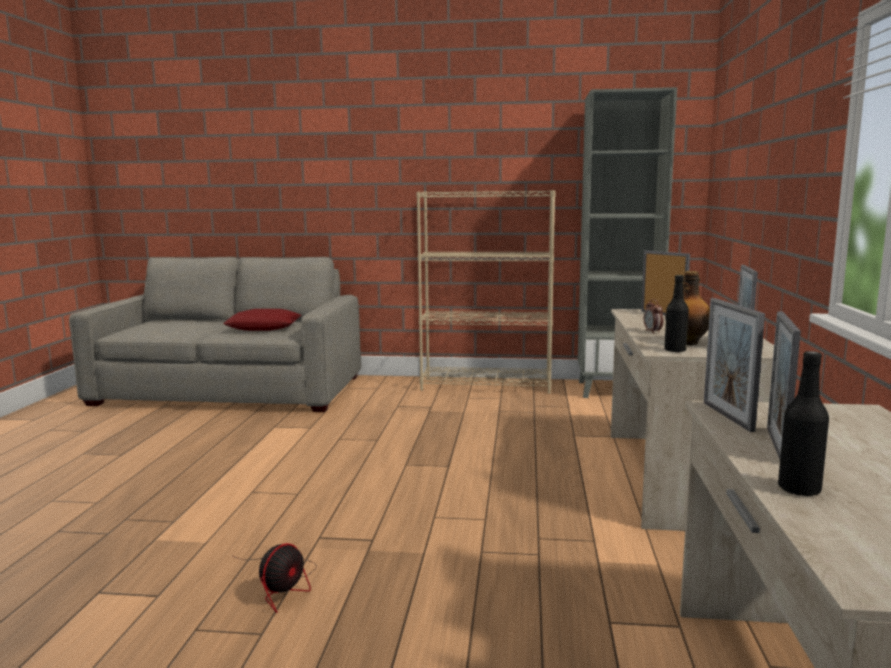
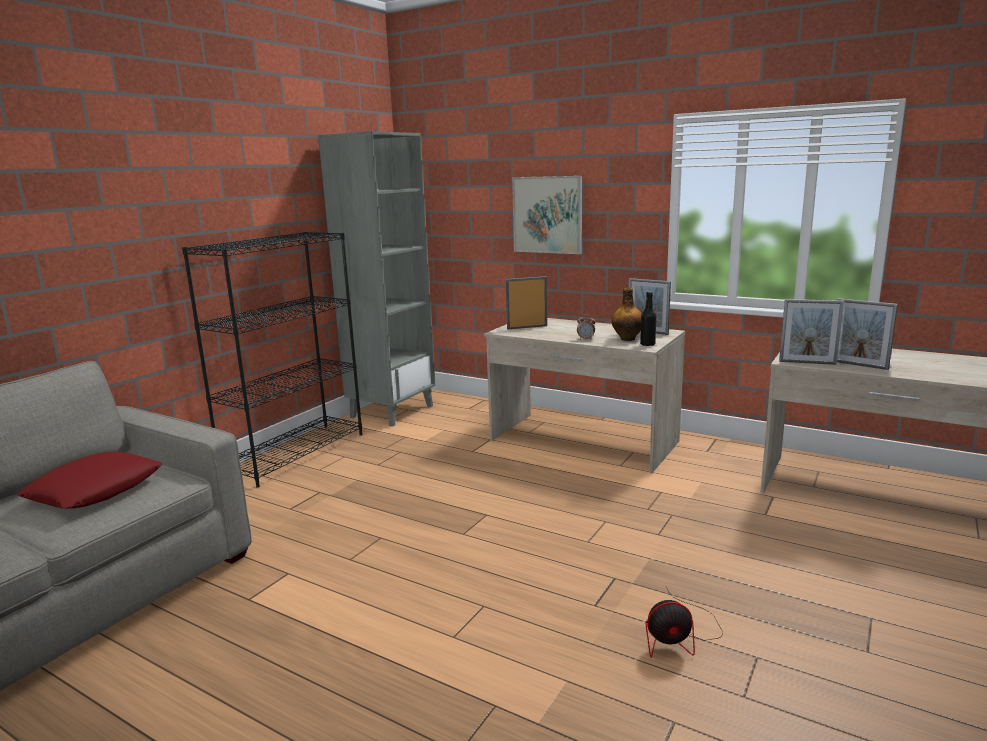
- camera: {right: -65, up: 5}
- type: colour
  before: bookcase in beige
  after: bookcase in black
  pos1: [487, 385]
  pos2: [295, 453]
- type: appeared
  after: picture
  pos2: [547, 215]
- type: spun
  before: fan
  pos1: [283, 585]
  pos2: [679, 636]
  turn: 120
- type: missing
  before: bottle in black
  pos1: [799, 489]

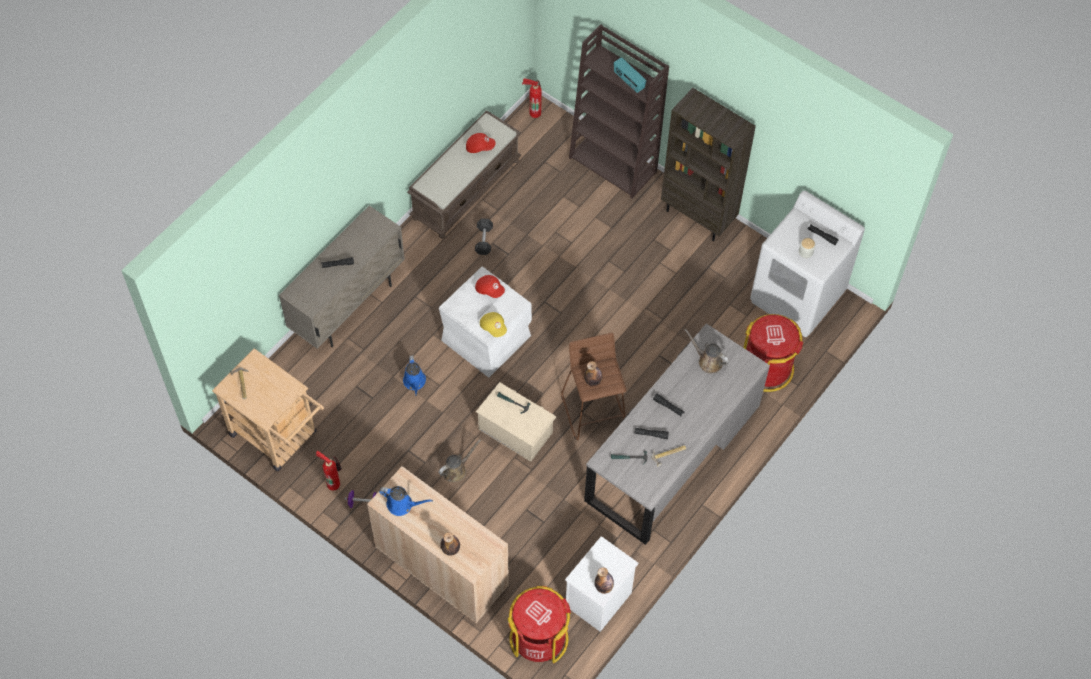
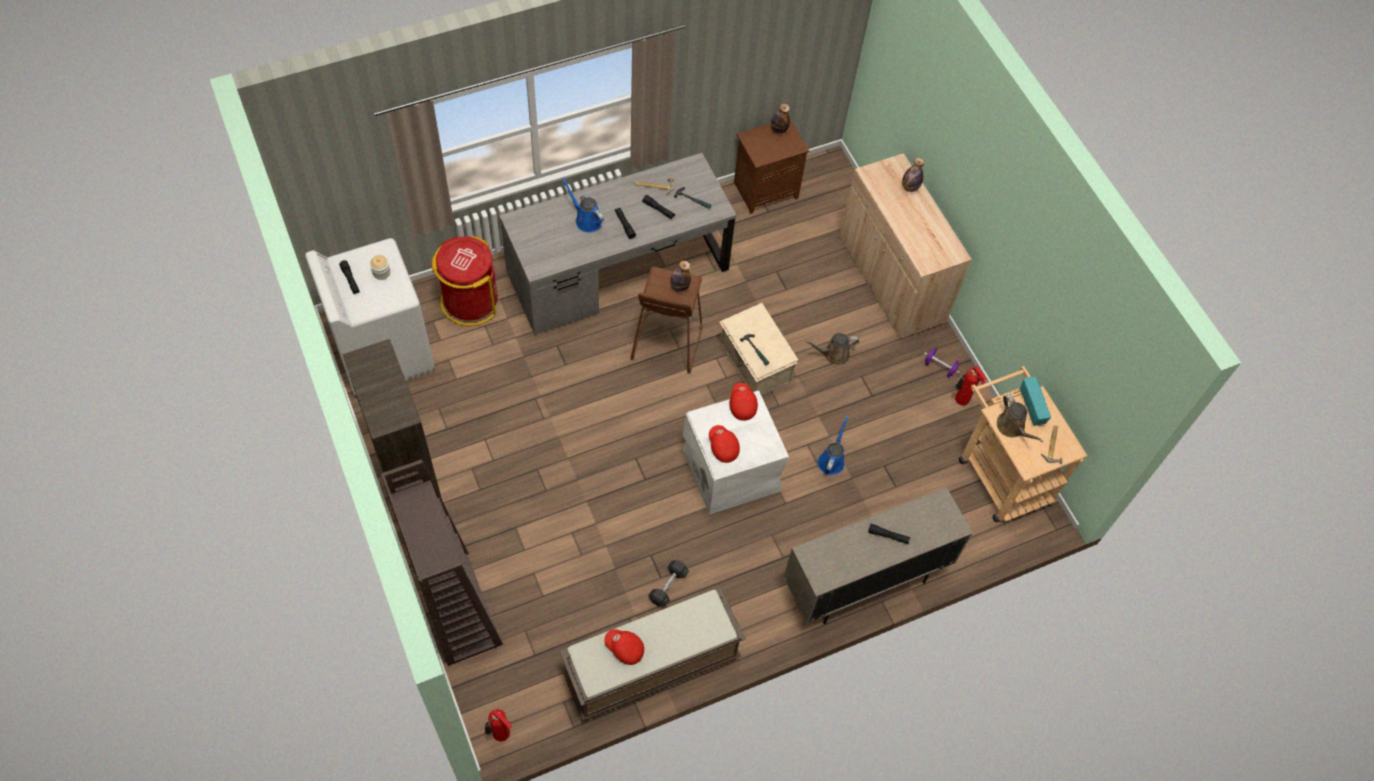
- camera: {right: -155, up: 0}
- type: relocated
  before: watering can in blue
  pos1: [402, 505]
  pos2: [586, 219]
- type: colour
  before: cap in yellow
  after: cap in red
  pos1: [493, 327]
  pos2: [741, 405]
- type: colour
  before: nightstand in white
  after: nightstand in brown
  pos1: [599, 601]
  pos2: [766, 189]
- type: relocated
  before: watering can in brown
  pos1: [708, 361]
  pos2: [1012, 427]
- type: relocated
  before: radio
  pos1: [628, 81]
  pos2: [1032, 407]
- type: missing
  before: trash can in red
  pos1: [539, 638]

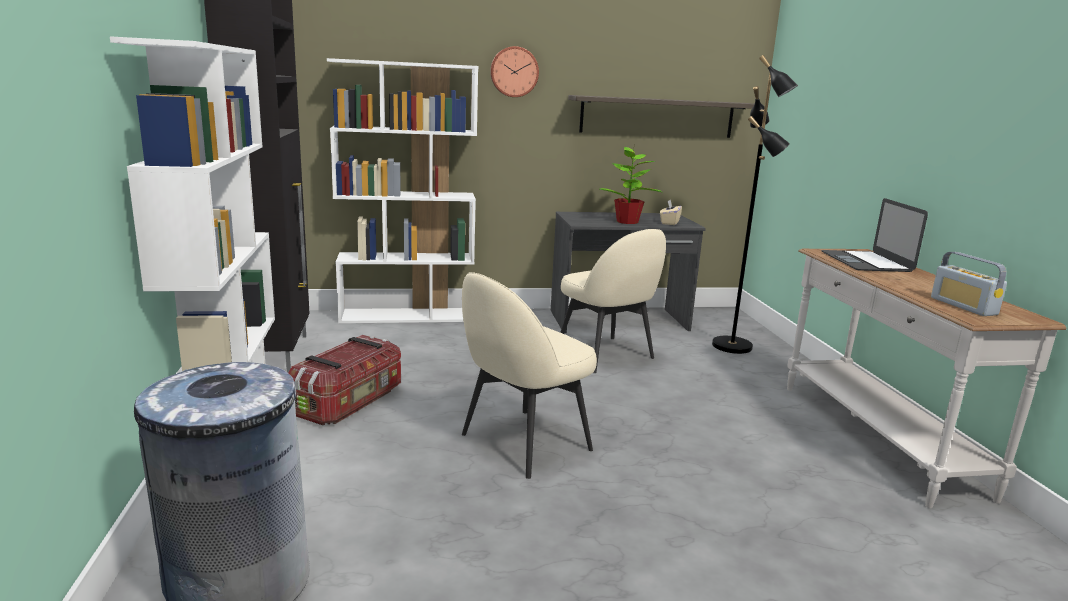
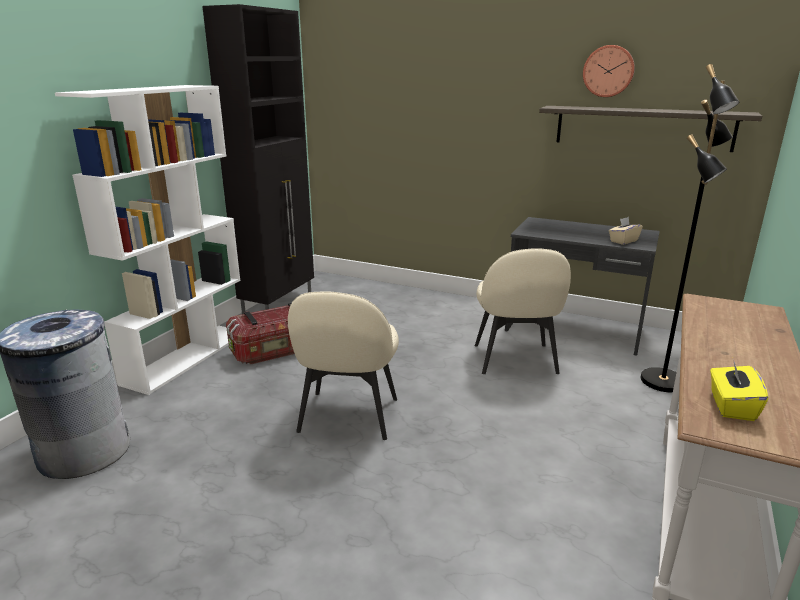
- camera: {right: 35, up: 5}
- type: spun
  before: chair in beige
  pos1: [522, 443]
  pos2: [348, 417]
  turn: -75
- type: relocated
  before: wall clock
  pos1: [514, 72]
  pos2: [608, 71]
- type: exchanged
  before: radio
  after: tissue box in yellow
  pos1: [963, 306]
  pos2: [731, 406]
- type: missing
  before: bookcase in white
  pos1: [407, 316]
- type: missing
  before: potted plant
  pos1: [627, 222]
- type: missing
  before: laptop
  pos1: [866, 261]

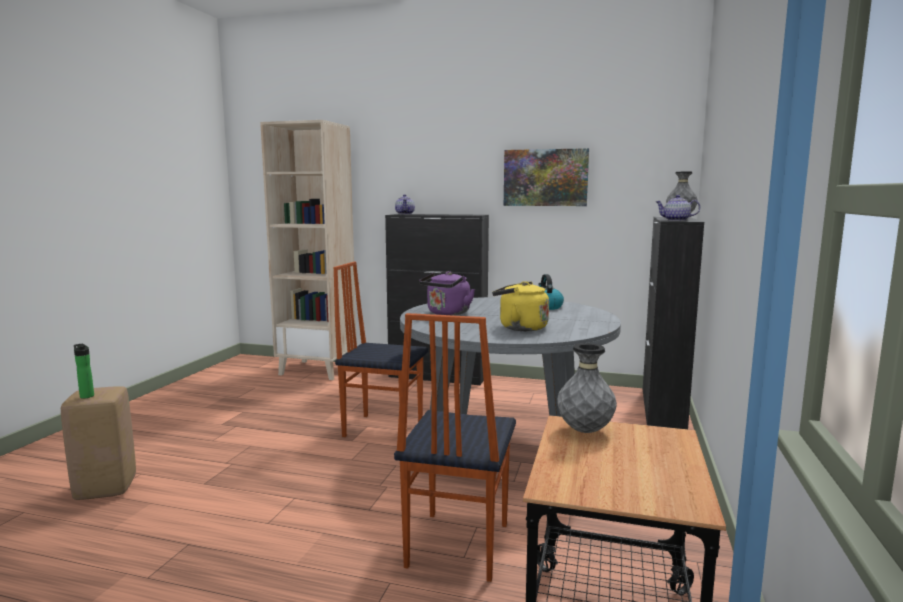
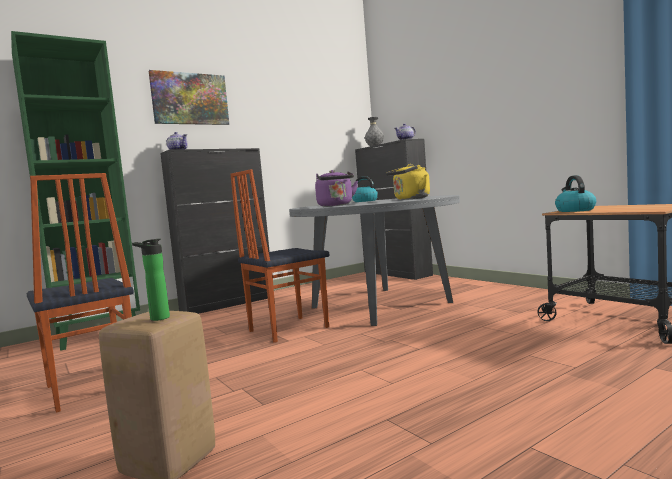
- camera: {right: -50, up: -5}
- type: colour
  before: bookcase in beige
  after: bookcase in green
  pos1: [318, 370]
  pos2: [98, 335]
- type: relocated
  before: chair
  pos1: [456, 545]
  pos2: [90, 388]
- type: relocated
  before: picture
  pos1: [545, 177]
  pos2: [190, 99]
- type: exchanged
  before: vase in grey
  after: kettle
  pos1: [585, 431]
  pos2: [574, 210]

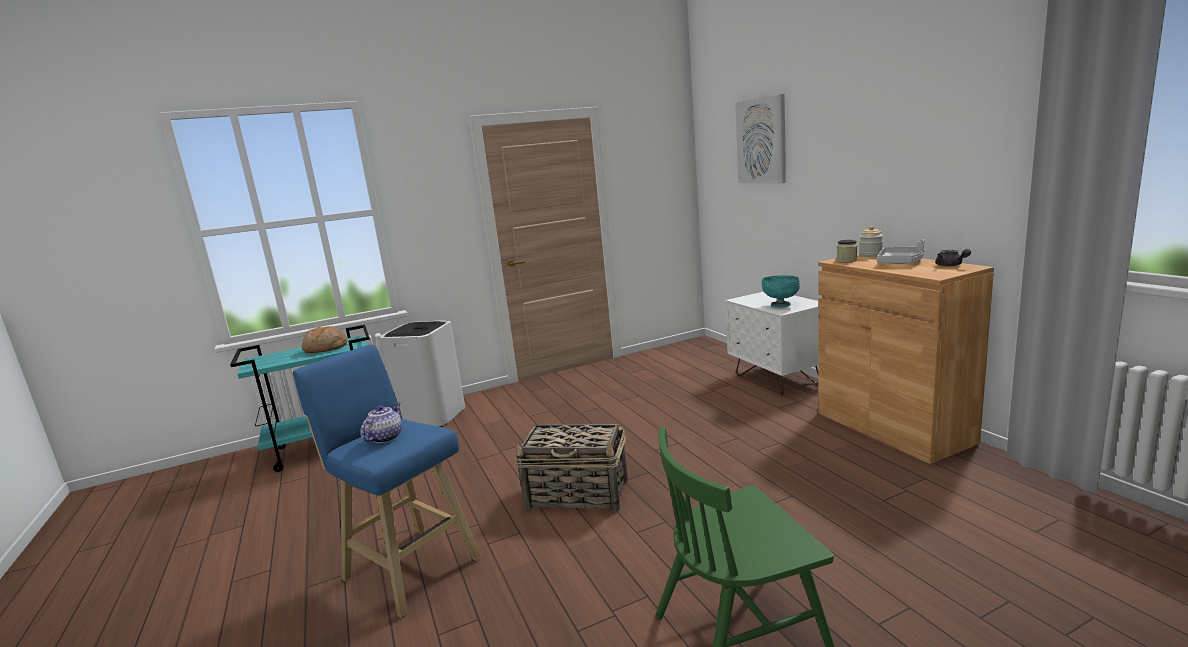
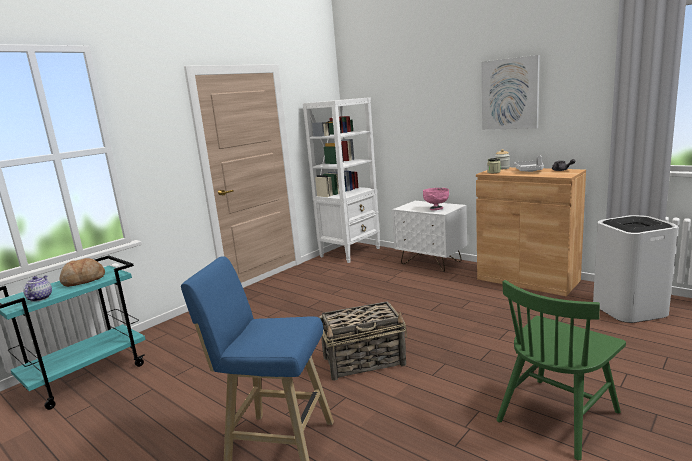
- camera: {right: -25, up: 0}
- type: relocated
  before: teapot
  pos1: [385, 437]
  pos2: [40, 298]
- type: appeared
  after: bookcase in white
  pos2: [350, 252]
- type: colour
  before: bowl in turquoise
  after: bowl in pink
  pos1: [781, 305]
  pos2: [436, 209]
- type: relocated
  before: picture
  pos1: [761, 141]
  pos2: [510, 94]
- type: relocated
  before: trash can in white
  pos1: [433, 415]
  pos2: [629, 309]

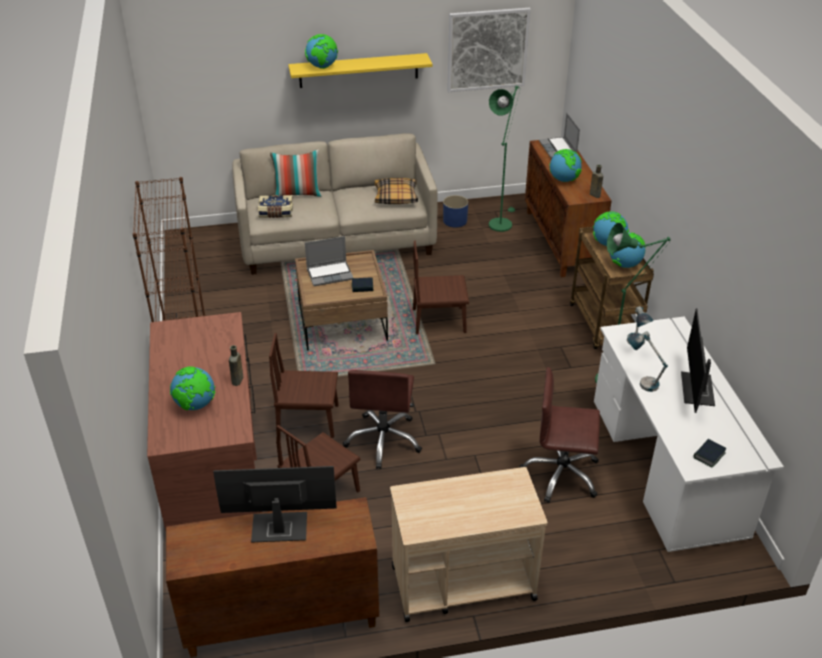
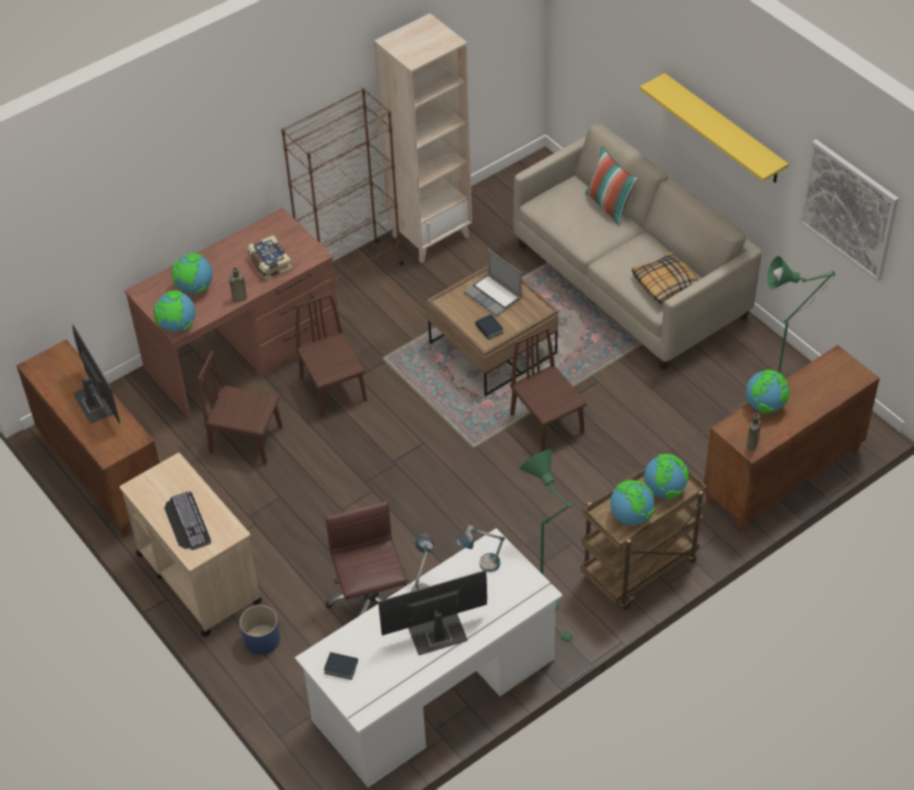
- camera: {right: 65, up: 10}
- type: relocated
  before: globe
  pos1: [322, 67]
  pos2: [177, 326]
- type: appeared
  after: keyboard
  pos2: [185, 522]
- type: relocated
  before: planter in blue
  pos1: [455, 221]
  pos2: [261, 639]
- type: relocated
  before: book
  pos1: [276, 212]
  pos2: [269, 264]
- type: appeared
  after: bookcase in beige
  pos2: [430, 235]
- type: missing
  before: office chair in brown
  pos1: [384, 440]
- type: missing
  before: laptop
  pos1: [558, 149]

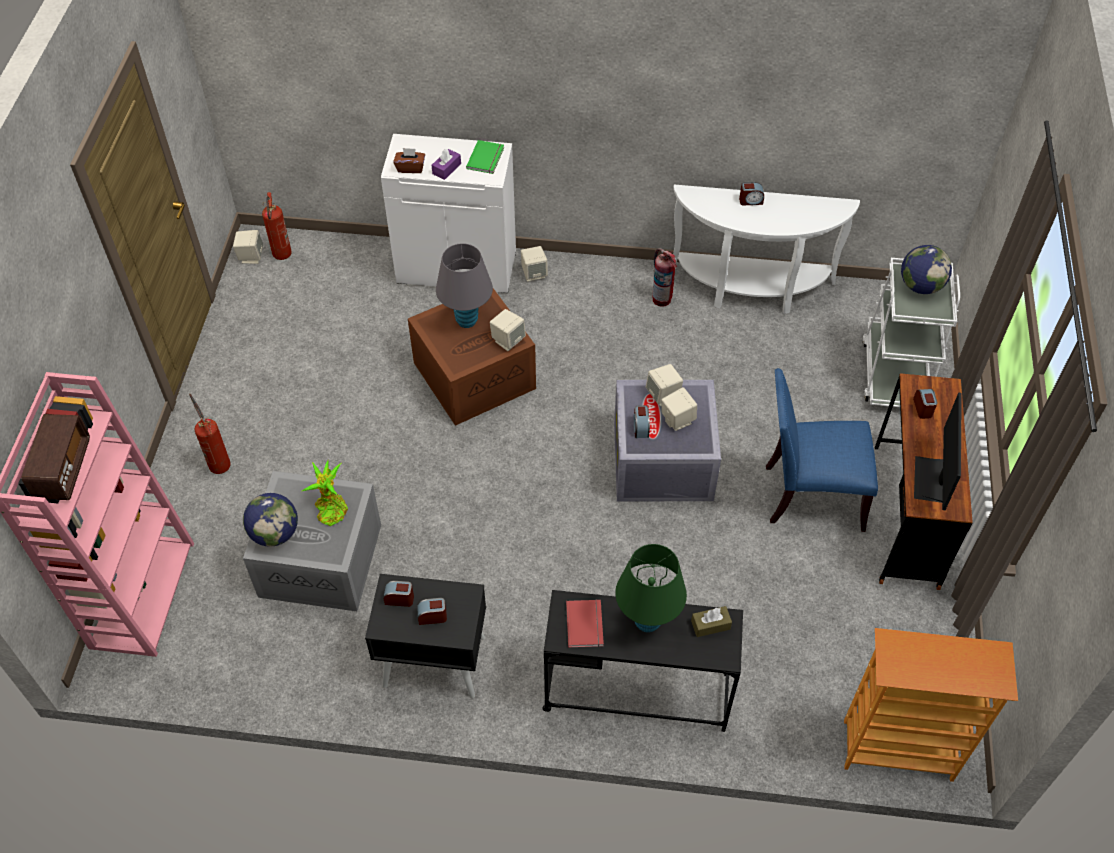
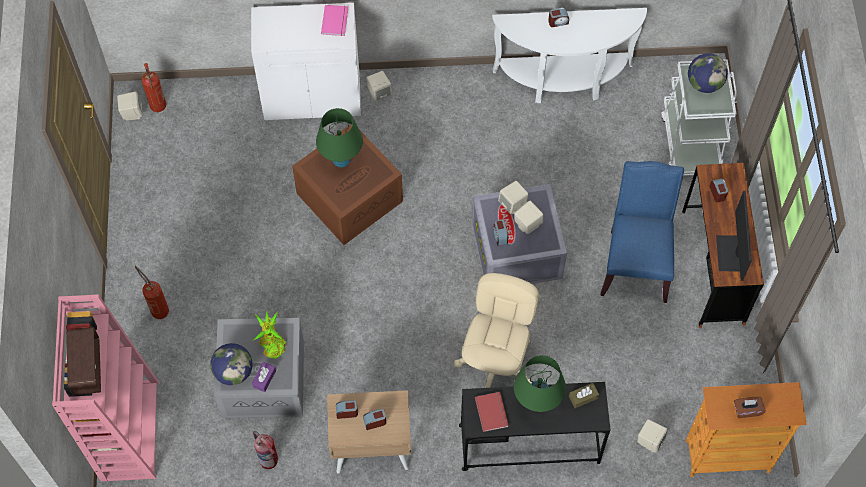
- camera: {right: -10, up: 10}
- type: relocated
  before: tissue box in purple
  pos1: [446, 169]
  pos2: [264, 378]
- type: relocated
  before: fire extinguisher
  pos1: [661, 299]
  pos2: [269, 460]
- type: colour
  before: table lamp in grey
  after: table lamp in green
  pos1: [467, 320]
  pos2: [341, 160]
- type: colour
  before: book in green
  after: book in pink
  pos1: [486, 158]
  pos2: [336, 21]
- type: colour
  before: nightstand in black
  after: nightstand in beige
  pos1: [433, 661]
  pos2: [371, 446]
- type: appeared
  after: office chair in beige
  pos2: [496, 363]
- type: spun
  before: chair in blue
  pos1: [808, 495]
  pos2: [636, 262]
  turn: 105
- type: relocated
  before: speaker in beige
  pos1: [508, 340]
  pos2: [650, 440]
- type: relocated
  before: tissue box in brown
  pos1: [410, 168]
  pos2: [747, 410]

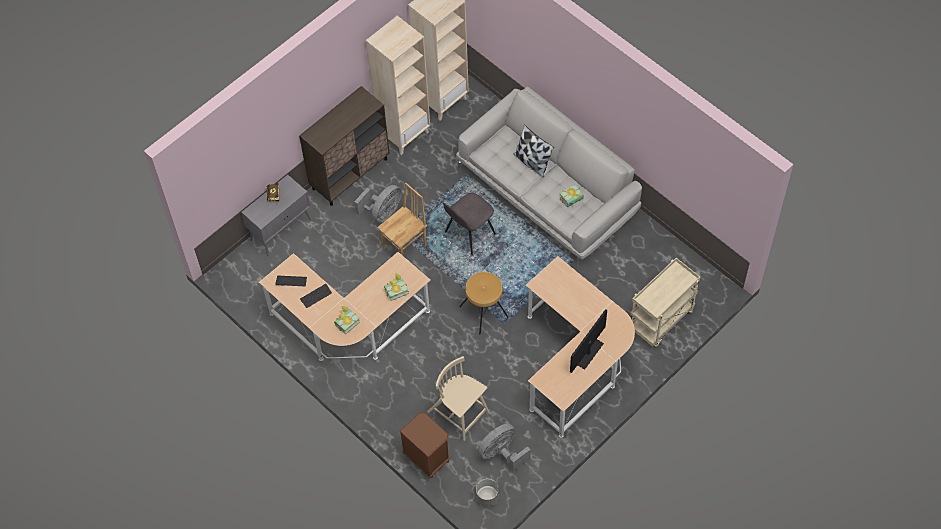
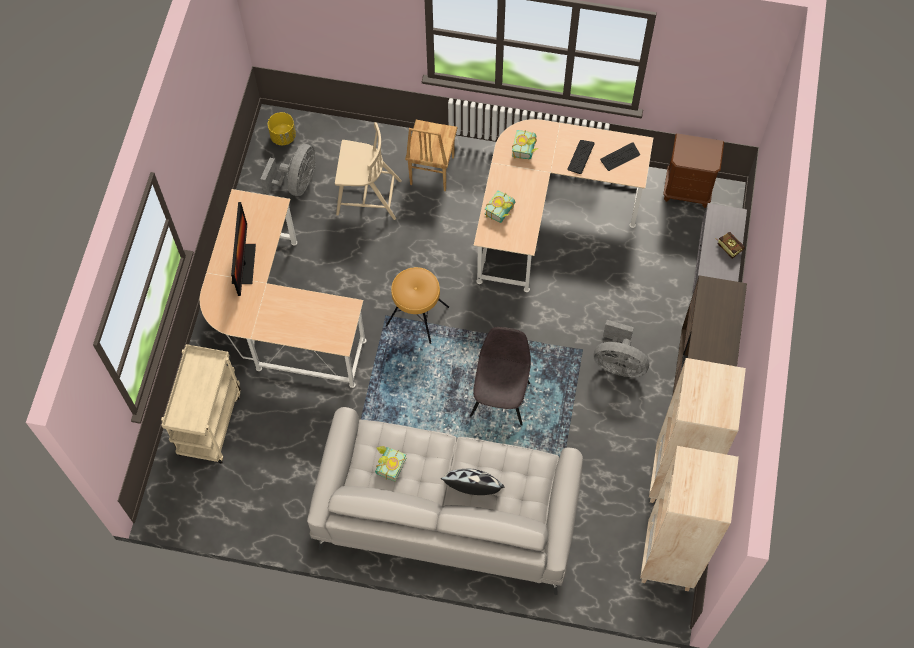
- camera: {right: 145, up: 5}
- type: colour
  before: planter in grey
  after: planter in yellow
  pos1: [487, 497]
  pos2: [283, 136]
- type: relocated
  before: chair in brown
  pos1: [405, 246]
  pos2: [431, 171]
- type: spun
  before: fan in grey
  pos1: [382, 212]
  pos2: [618, 363]
  turn: -75
- type: relocated
  before: nightstand in brown
  pos1: [427, 458]
  pos2: [687, 190]

